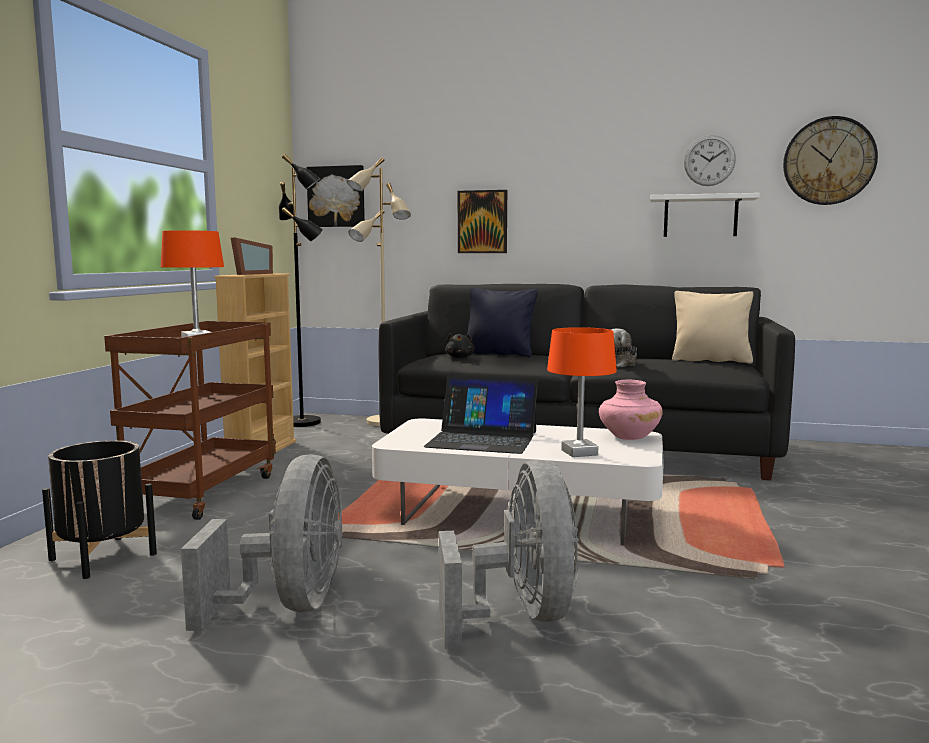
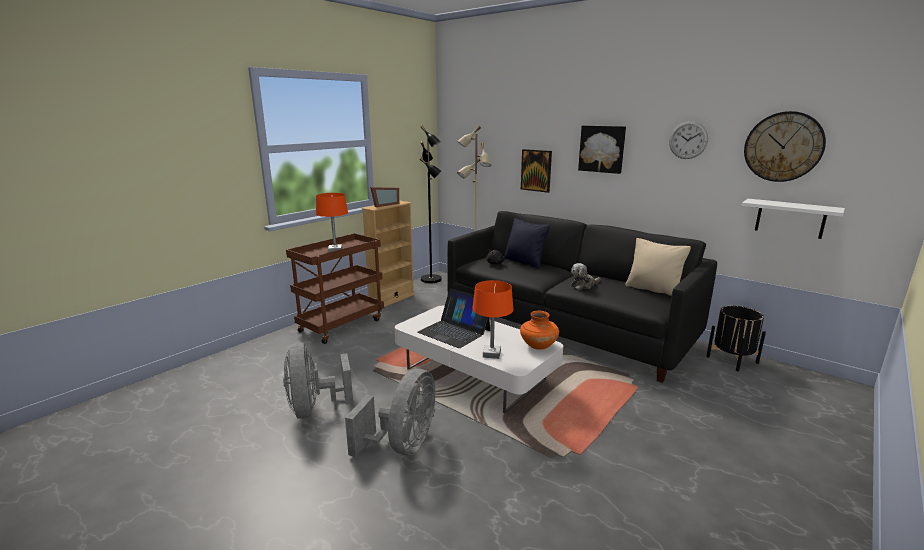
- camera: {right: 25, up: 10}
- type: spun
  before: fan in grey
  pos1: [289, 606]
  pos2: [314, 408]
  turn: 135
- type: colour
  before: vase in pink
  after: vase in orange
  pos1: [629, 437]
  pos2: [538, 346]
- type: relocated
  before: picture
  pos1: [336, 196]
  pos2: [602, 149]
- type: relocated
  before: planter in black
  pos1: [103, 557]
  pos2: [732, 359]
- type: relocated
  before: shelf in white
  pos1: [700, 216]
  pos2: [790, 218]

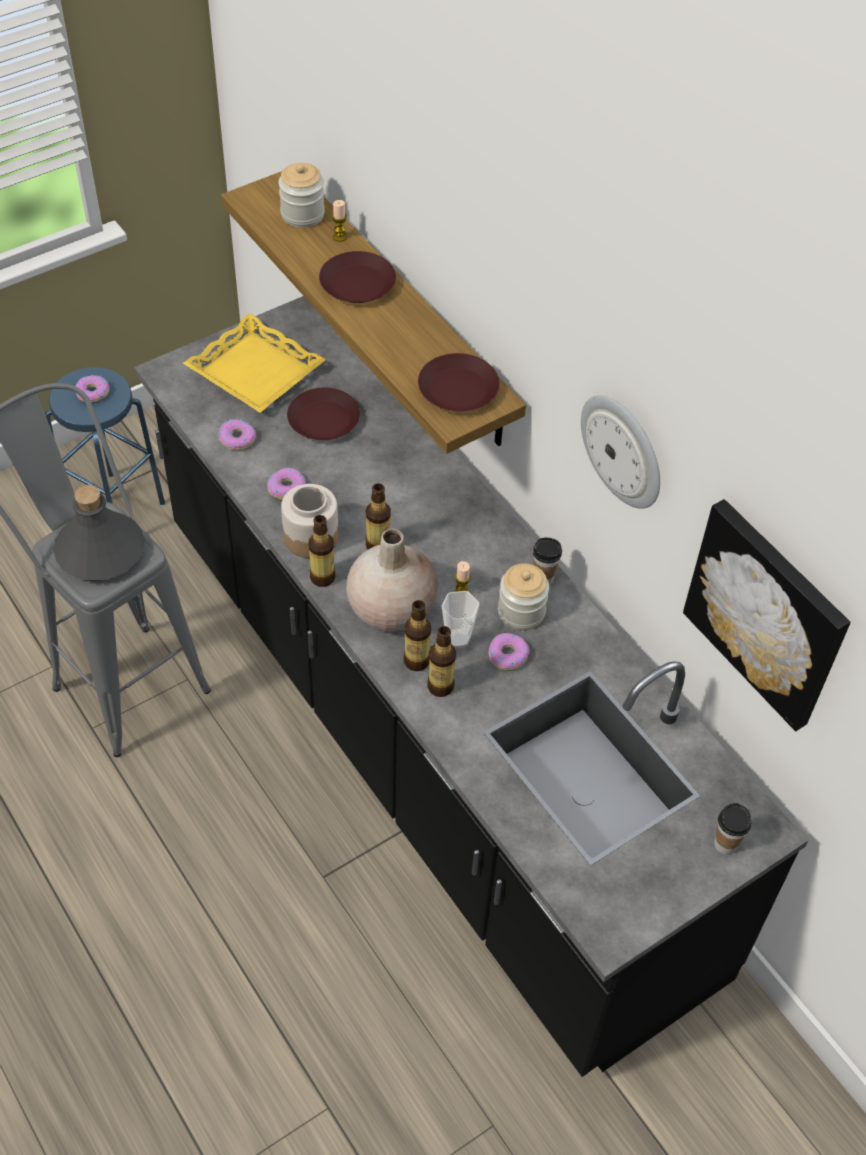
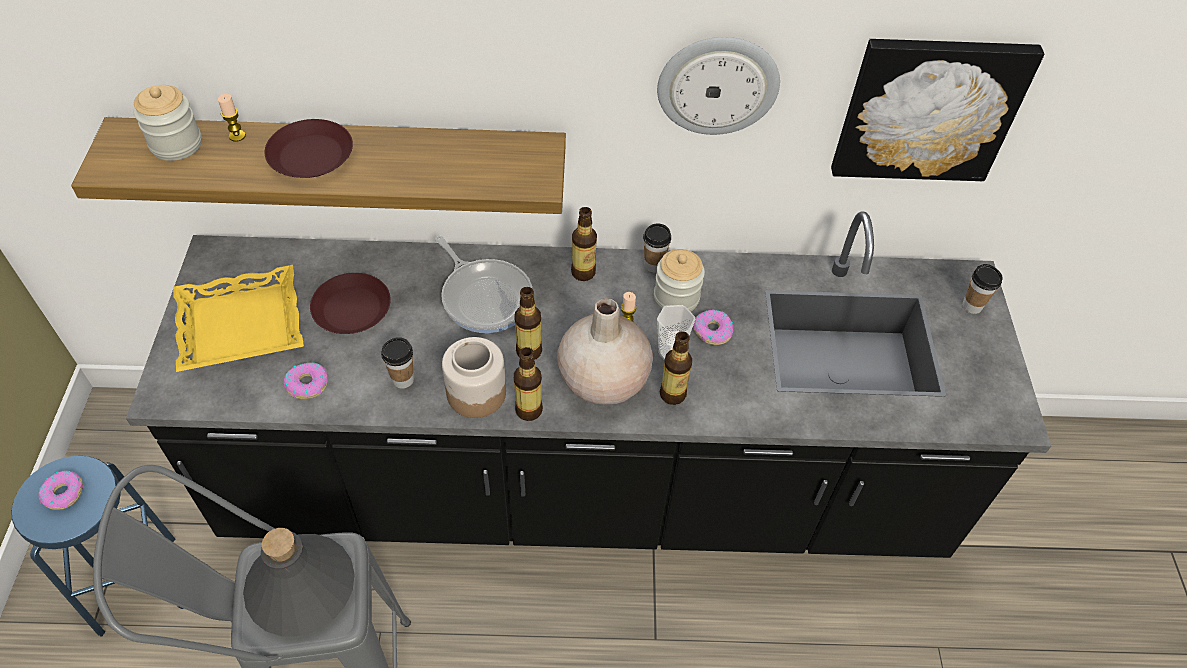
- camera: {right: -55, up: 0}
- type: exchanged
  before: donut
  after: cup
  pos1: [286, 488]
  pos2: [403, 379]
- type: appeared
  after: frying pan
  pos2: [485, 296]
- type: relocated
  before: bottle
  pos1: [440, 686]
  pos2: [583, 272]
- type: missing
  before: plate in brown
  pos1: [457, 389]

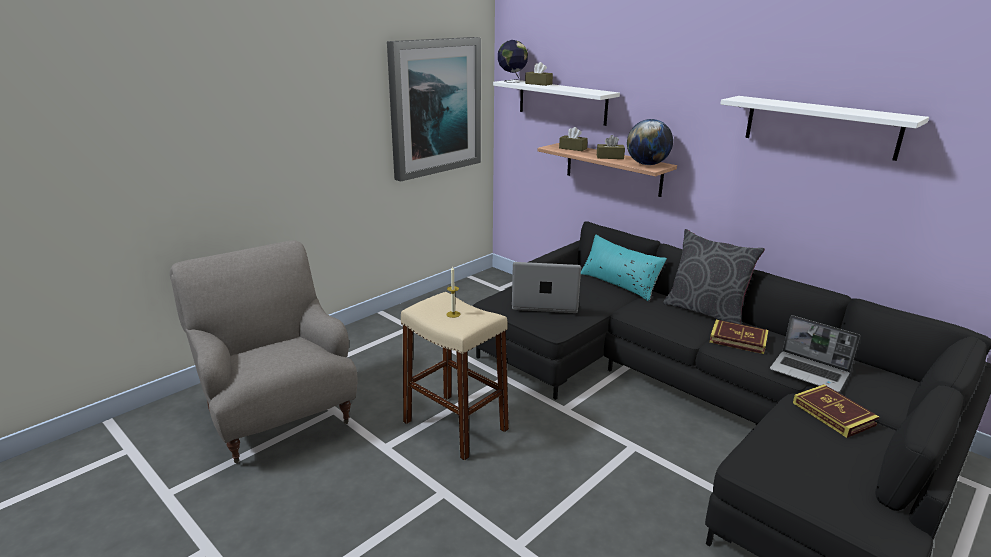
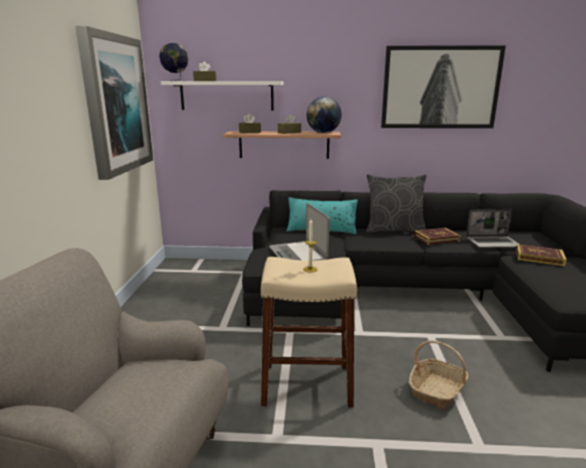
- camera: {right: -40, up: -5}
- type: spun
  before: laptop
  pos1: [545, 302]
  pos2: [298, 254]
  turn: -75
- type: exchanged
  before: shelf in white
  after: picture
  pos1: [820, 127]
  pos2: [440, 88]
- type: appeared
  after: basket
  pos2: [437, 390]

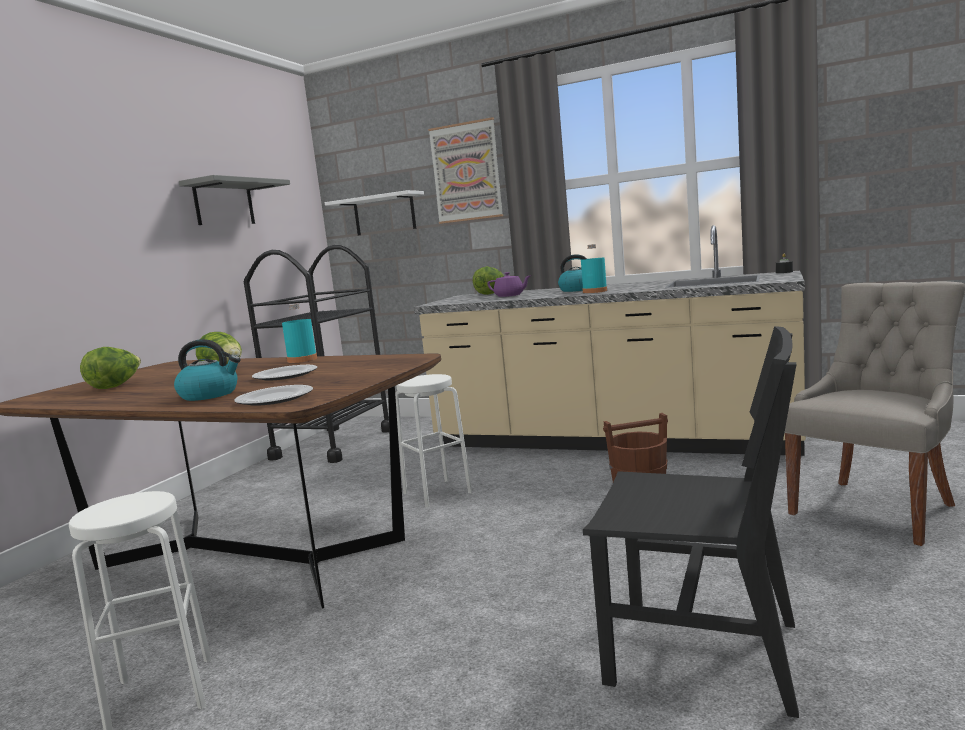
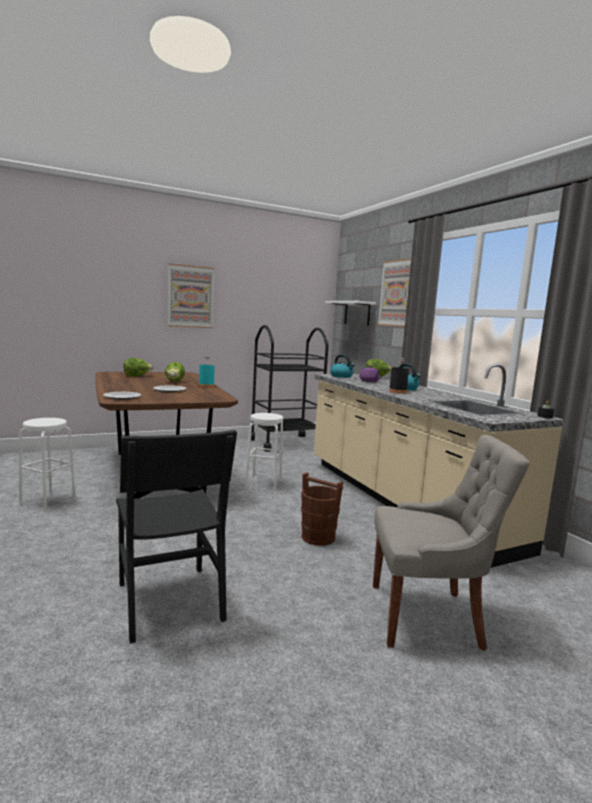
- camera: {right: 40, up: 0}
- type: appeared
  after: picture
  pos2: [190, 296]
- type: relocated
  before: kettle
  pos1: [210, 394]
  pos2: [341, 376]
- type: colour
  before: bottle in turquoise
  after: bottle in black
  pos1: [595, 291]
  pos2: [397, 392]
- type: missing
  before: shelf in grey
  pos1: [224, 203]

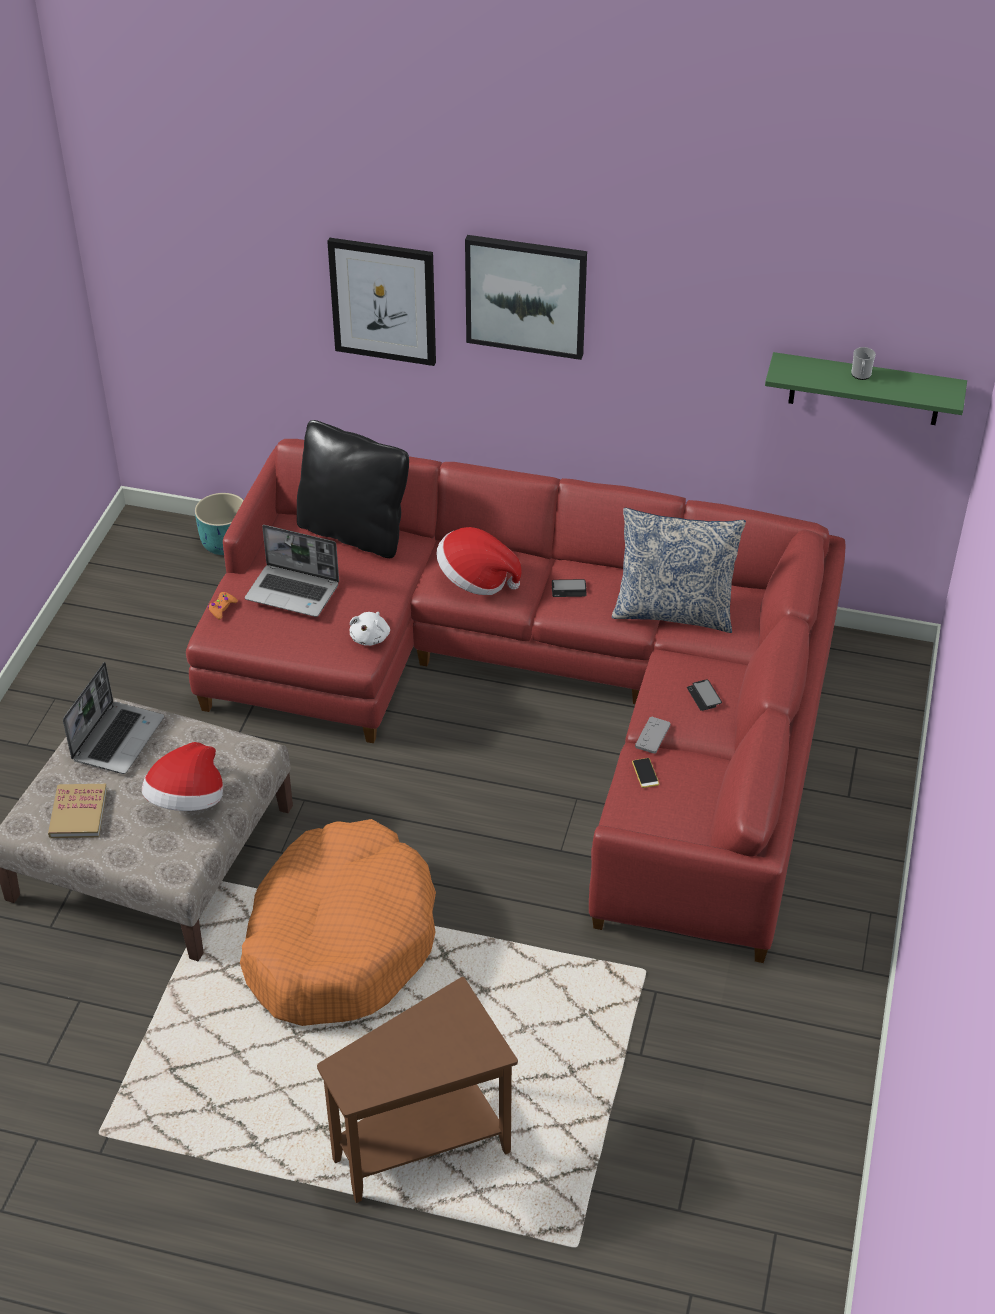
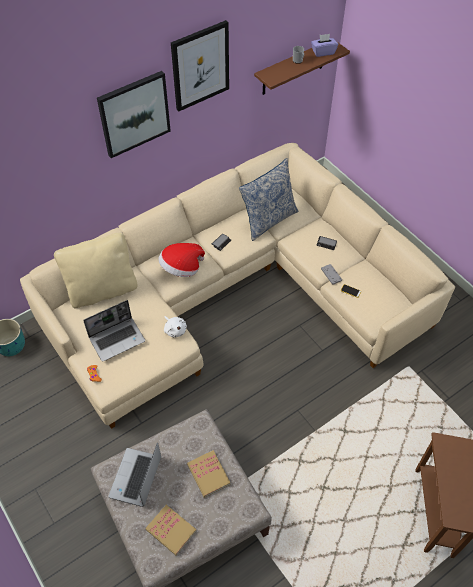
- camera: {right: -50, up: 10}
- type: colour
  before: sofa in red
  after: sofa in beige
  pos1: [546, 693]
  pos2: [232, 294]
- type: colour
  before: pillow in black
  after: pillow in beige
  pos1: [354, 532]
  pos2: [102, 290]
- type: spun
  before: laptop
  pos1: [118, 738]
  pos2: [136, 478]
  turn: -135
- type: relocated
  before: picture
  pos1: [383, 301]
  pos2: [200, 66]
- type: exchanged
  before: hat
  after: book
  pos1: [187, 801]
  pos2: [208, 474]
- type: colour
  before: shelf in green
  after: shelf in brown
  pos1: [865, 389]
  pos2: [293, 68]
- type: appeared
  after: tissue box in purple
  pos2: [323, 52]
- type: missing
  before: dog bed in orange
  pos1: [339, 940]

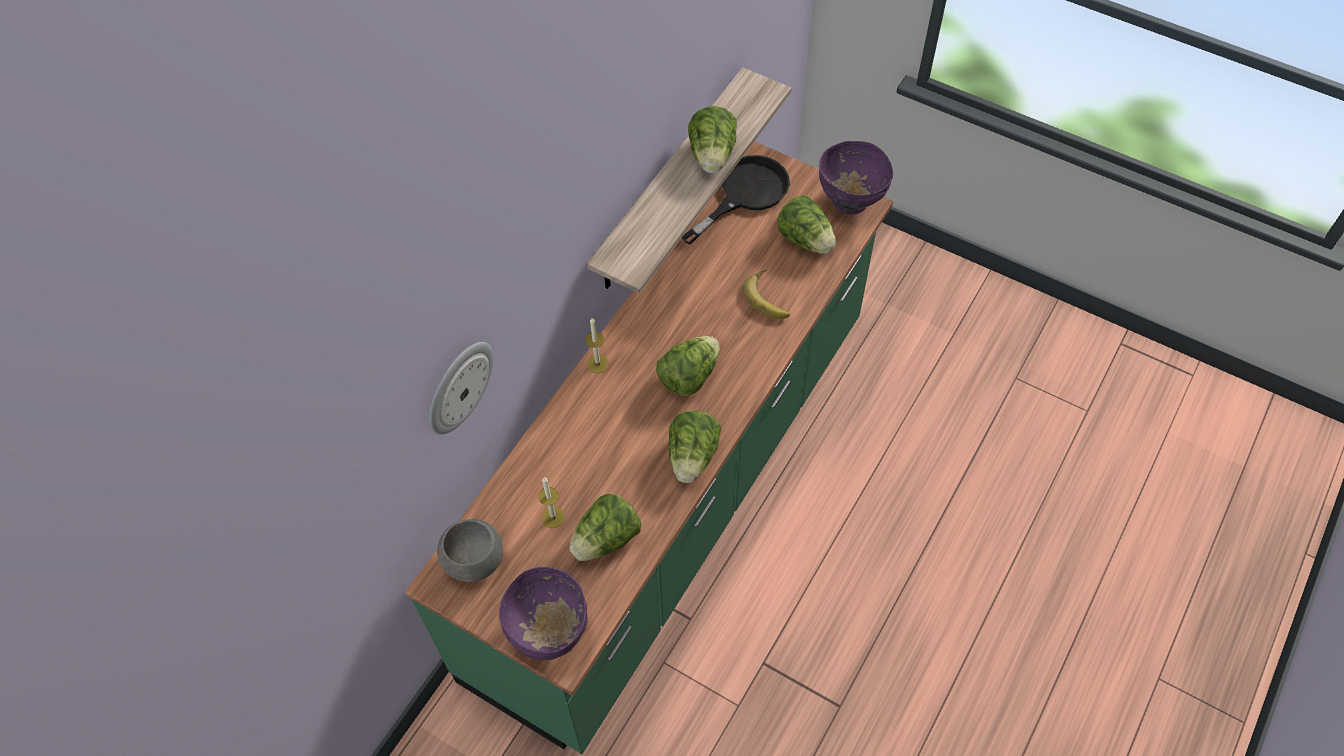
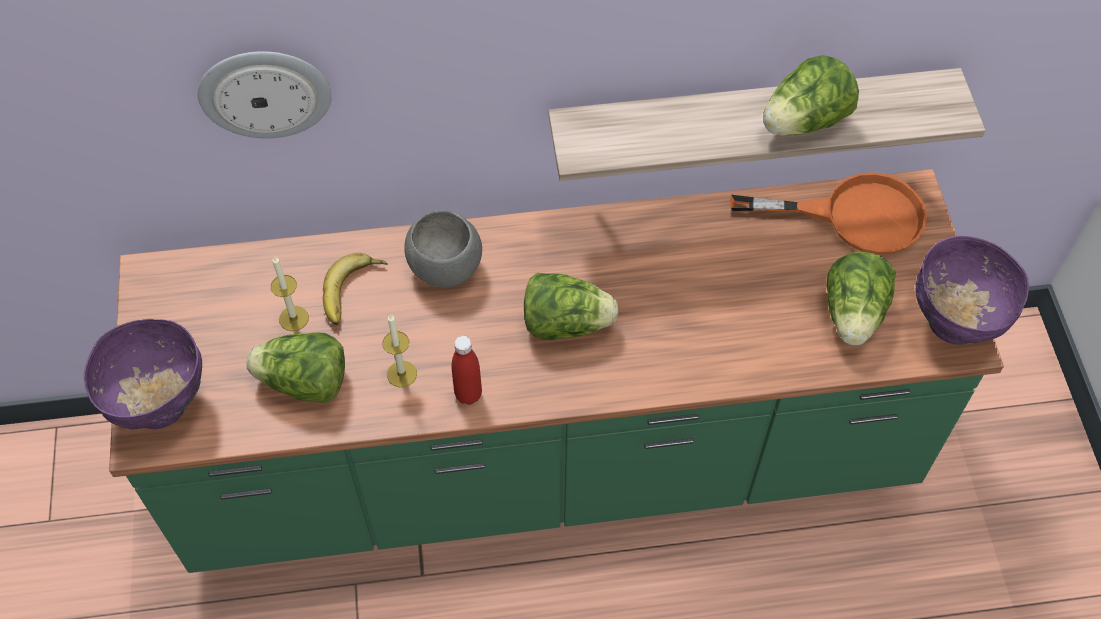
- camera: {right: 50, up: 0}
- type: relocated
  before: banana
  pos1: [769, 298]
  pos2: [354, 292]
- type: relocated
  before: candle
  pos1: [597, 364]
  pos2: [402, 374]
- type: relocated
  before: bowl in grey
  pos1: [475, 562]
  pos2: [445, 269]
- type: exchanged
  before: lettuce
  after: bottle in red
  pos1: [693, 457]
  pos2: [468, 394]
- type: colour
  before: frying pan in black
  after: frying pan in orange
  pos1: [745, 194]
  pos2: [854, 216]

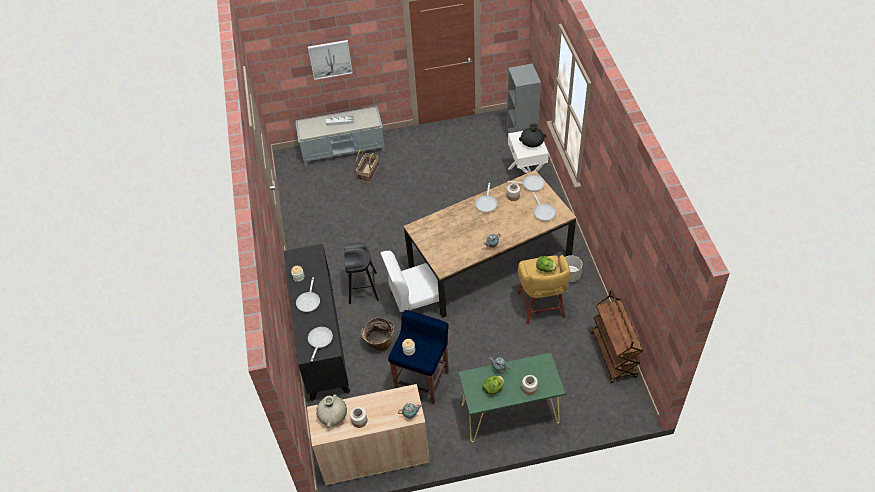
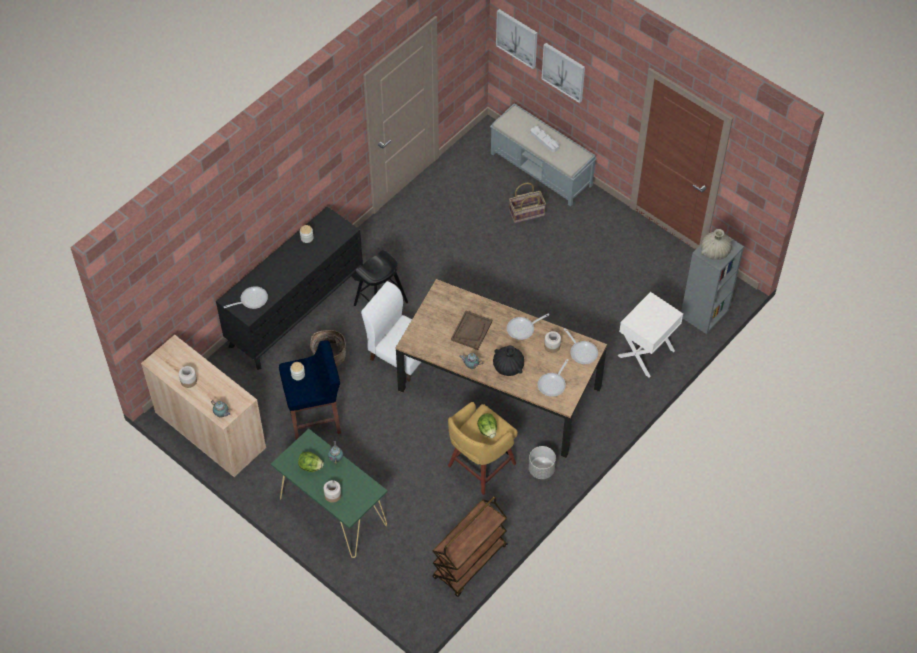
- camera: {right: 50, up: 5}
- type: appeared
  after: tray in brown
  pos2: [471, 331]
- type: relocated
  before: vase in black
  pos1: [532, 143]
  pos2: [508, 367]
- type: appeared
  after: picture
  pos2: [517, 38]
- type: relocated
  before: vase in beige
  pos1: [333, 416]
  pos2: [714, 252]
- type: missing
  before: frying pan
  pos1: [309, 301]

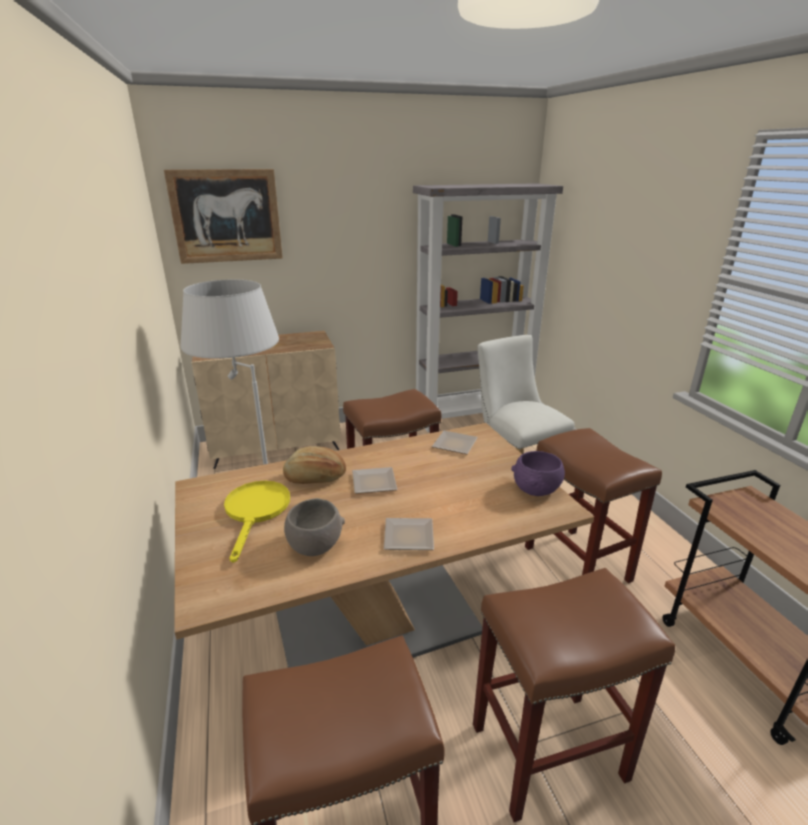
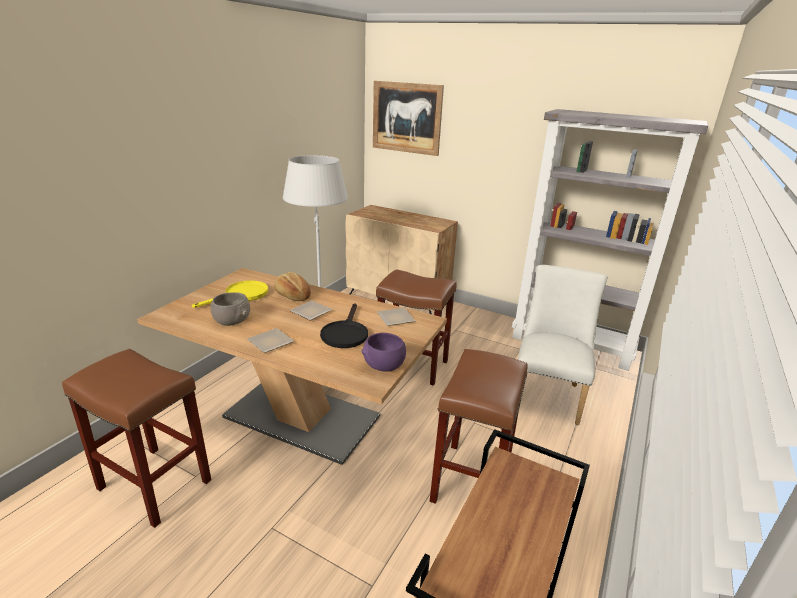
- camera: {right: 45, up: 0}
- type: appeared
  after: frying pan in black
  pos2: [345, 333]
- type: missing
  before: stool in brown
  pos1: [546, 753]

